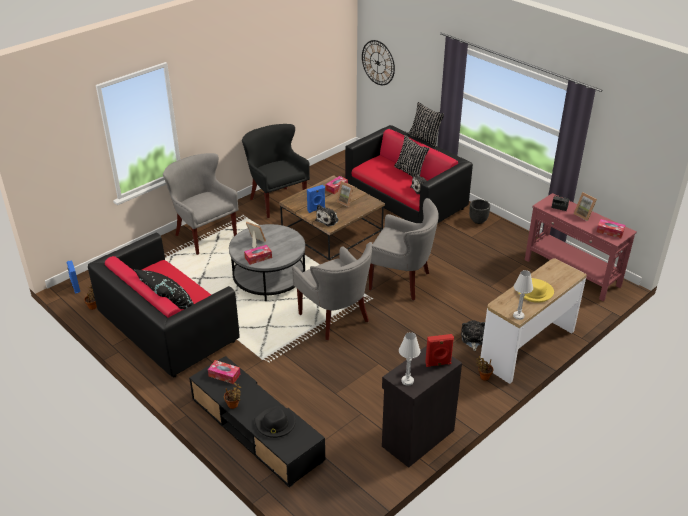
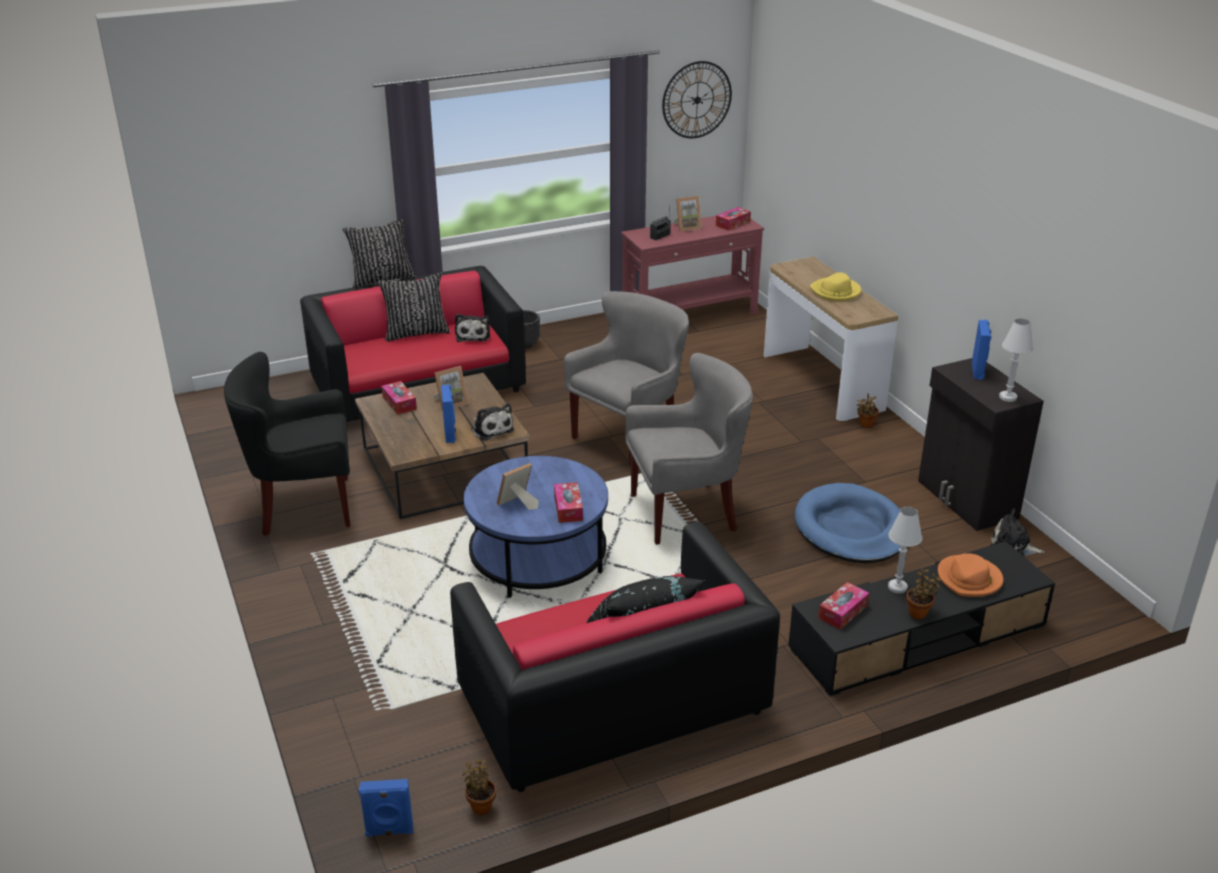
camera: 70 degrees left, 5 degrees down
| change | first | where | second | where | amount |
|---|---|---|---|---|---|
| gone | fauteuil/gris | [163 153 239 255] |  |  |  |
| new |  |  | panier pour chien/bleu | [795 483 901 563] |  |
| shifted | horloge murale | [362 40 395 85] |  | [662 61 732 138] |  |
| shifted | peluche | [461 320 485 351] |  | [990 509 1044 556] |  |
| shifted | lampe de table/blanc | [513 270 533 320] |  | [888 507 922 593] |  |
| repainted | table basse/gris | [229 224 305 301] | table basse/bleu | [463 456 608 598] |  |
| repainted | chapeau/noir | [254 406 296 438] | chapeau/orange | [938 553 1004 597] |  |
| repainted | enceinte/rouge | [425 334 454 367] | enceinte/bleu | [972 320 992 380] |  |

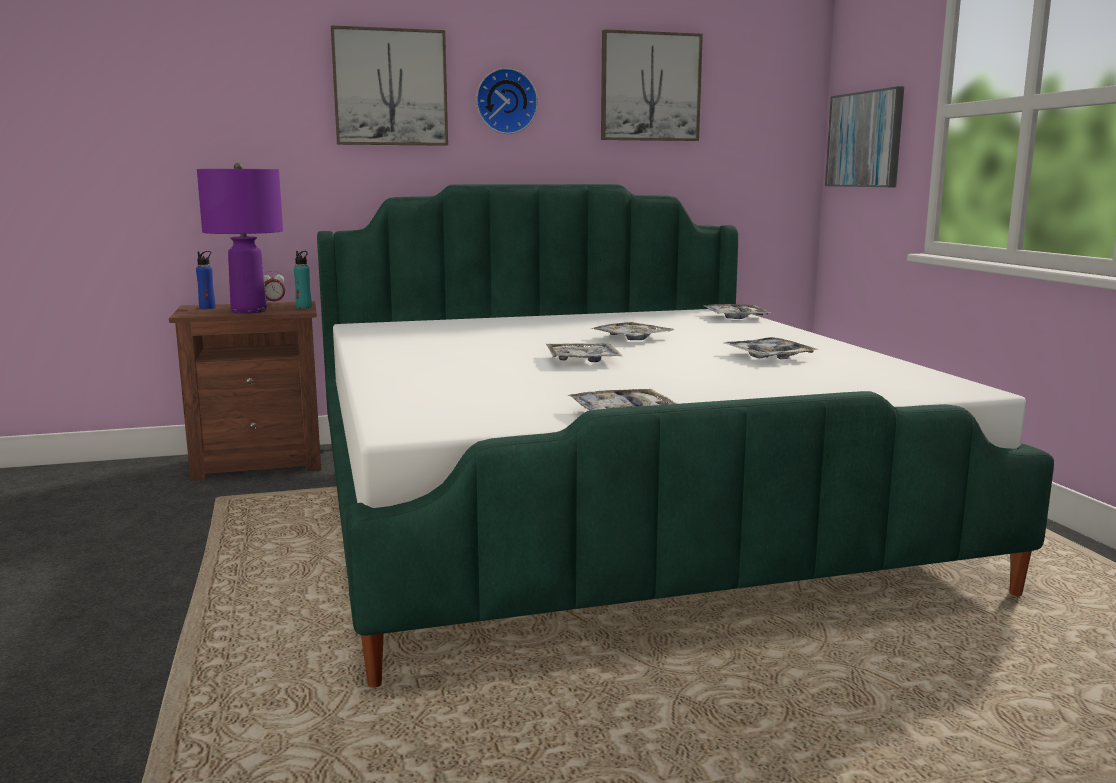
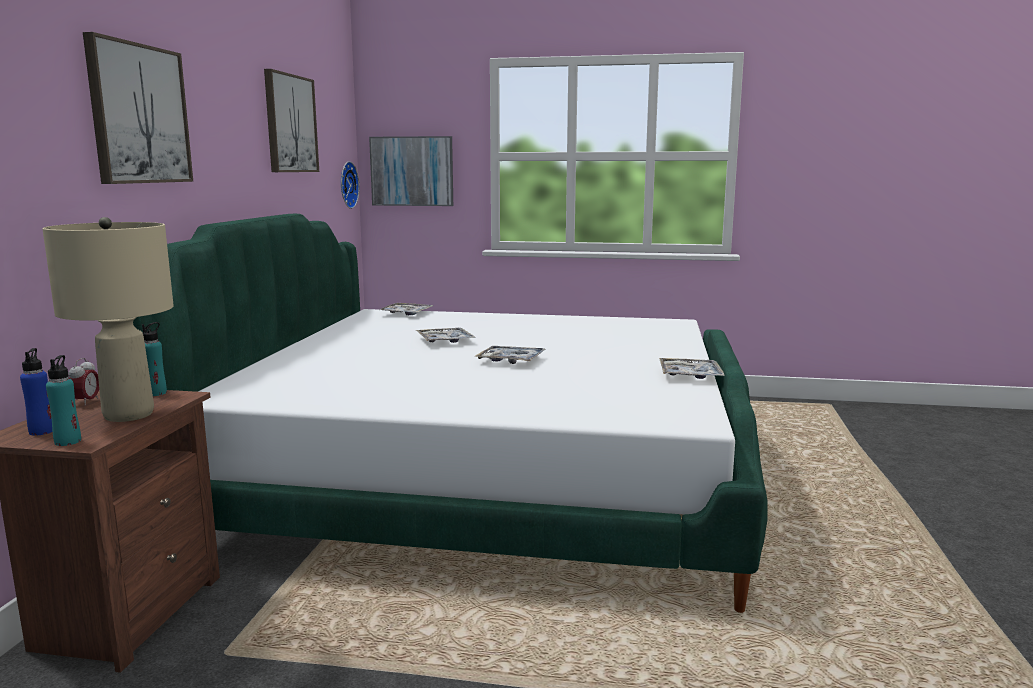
camera: 65 degrees left, 0 degrees up
| change | first | where | second | where | amount |
|---|---|---|---|---|---|
| gone | plateau | [724 337 819 360] |  |  |  |
| new |  |  | bouteille/turquoise | [46 355 81 446] |  |
| shifted | horloge murale | [476 68 538 134] |  | [341 161 359 209] |  |
| repainted | lampe de table/violet | [197 163 283 314] | lampe de table/beige | [42 217 174 422] |  |

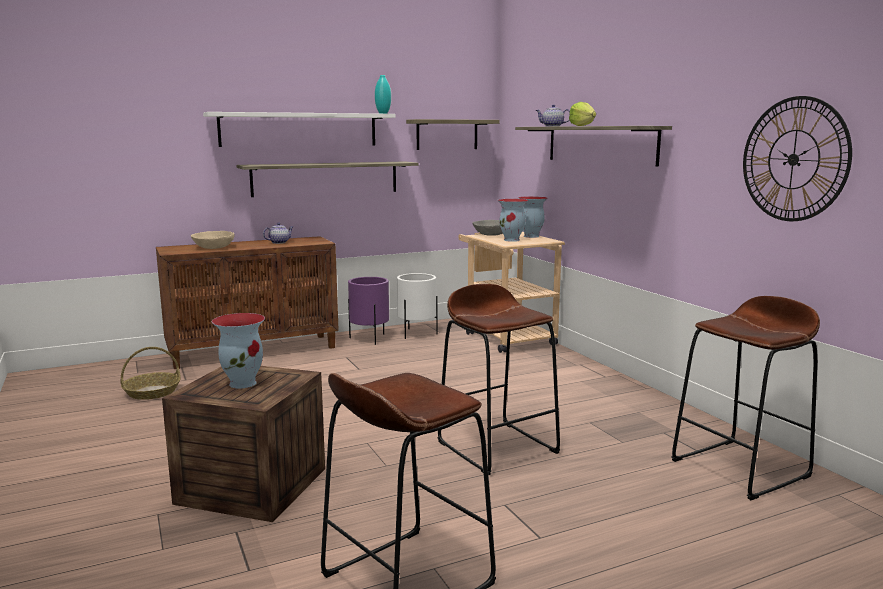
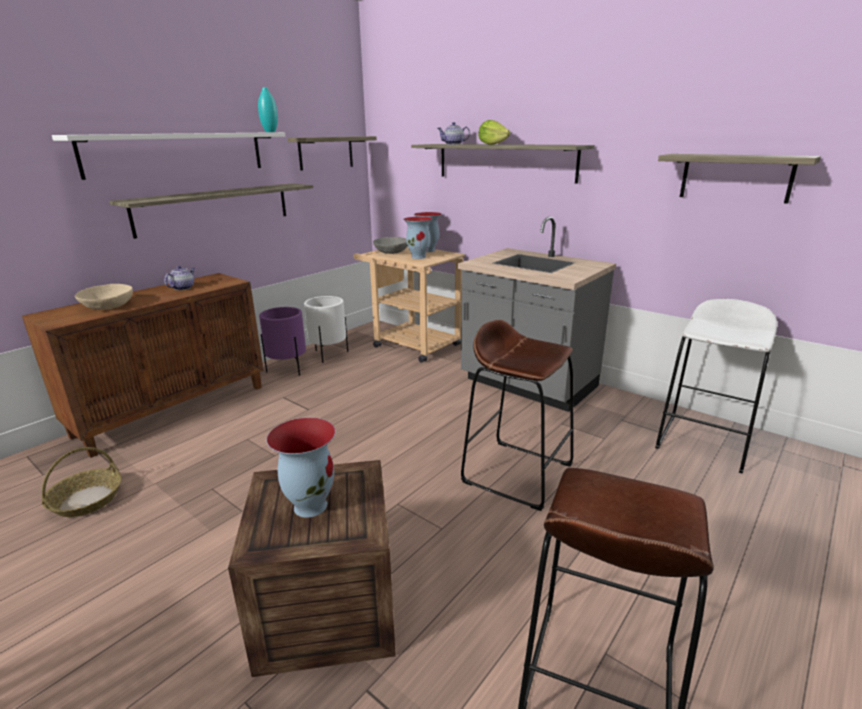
camera: 25 degrees left, 10 degrees up
| change | first | where | second | where | amount |
|---|---|---|---|---|---|
| new |  |  | comptoir de cuisine/gris | [458 216 616 412] |  |
| swapped | horloge murale | [743 96 852 221] | étagère | [658 154 821 204] |  |
| repainted | tabouret/marron | [671 296 820 500] | tabouret/blanc | [655 299 777 474] |  |

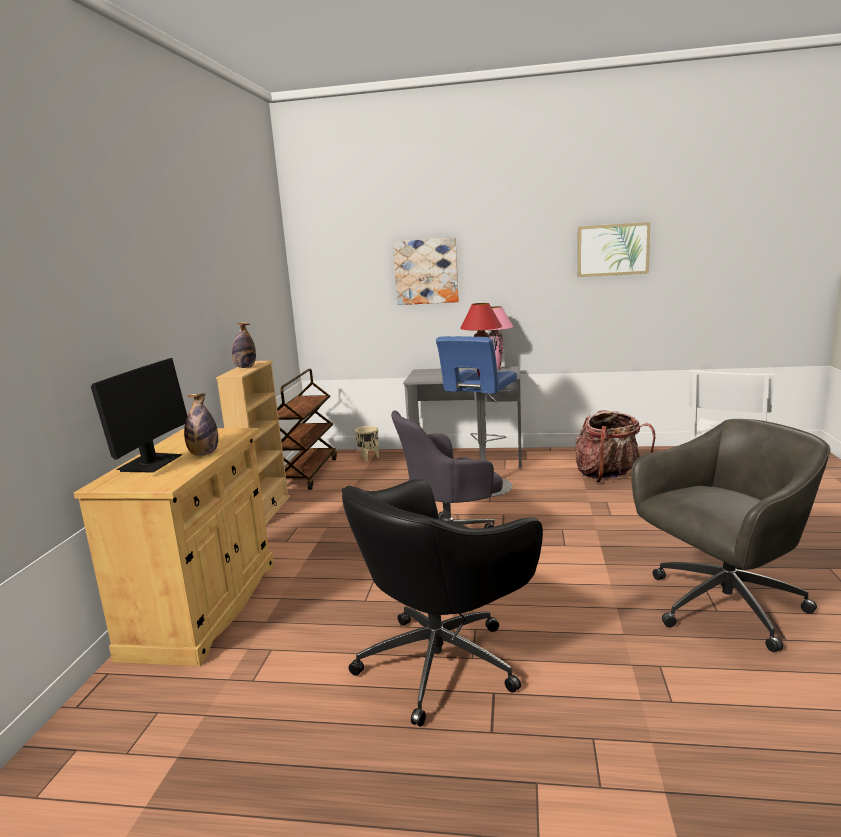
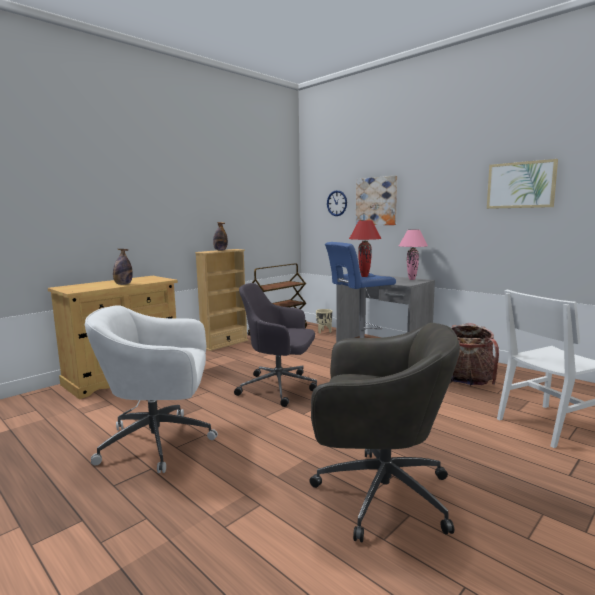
camera: 35 degrees right, 5 degrees down
| change | first | where | second | where | amount |
|---|---|---|---|---|---|
| gone | écran d'ordinateur | [91 358 187 472] |  |  |  |
| new |  |  | horloge murale | [327 190 347 216] |  |
| repainted | chaise de bureau/noir | [342 479 543 727] | chaise de bureau/blanc | [85 305 218 473] |  |

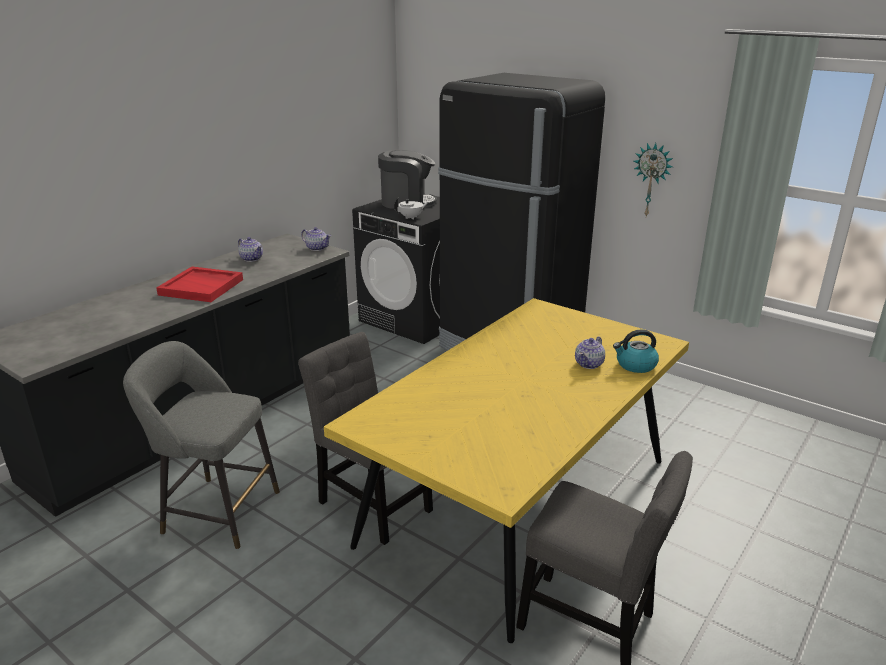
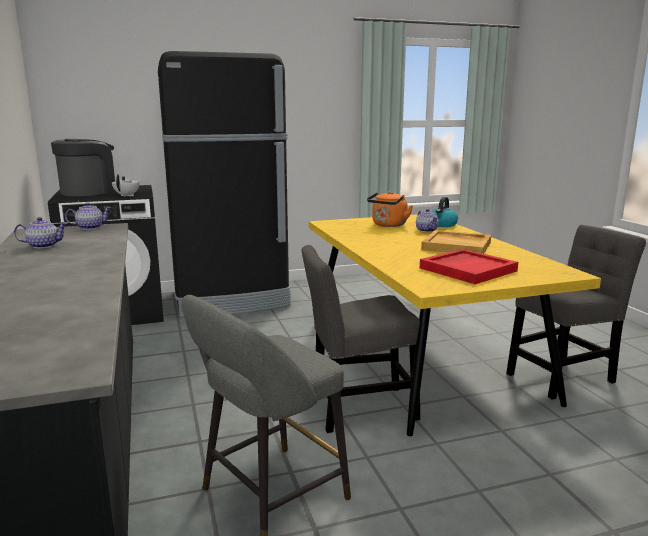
camera: 55 degrees left, 10 degrees down
| change | first | where | second | where | amount |
|---|---|---|---|---|---|
| gone | horloge murale | [634 143 673 216] |  |  |  |
| new |  |  | bouilloire/orange | [367 191 413 227] |  |
| new |  |  | plateau/beige | [421 230 491 254] |  |
| shifted | plateau/rouge | [156 267 243 302] |  | [420 249 518 284] |  |

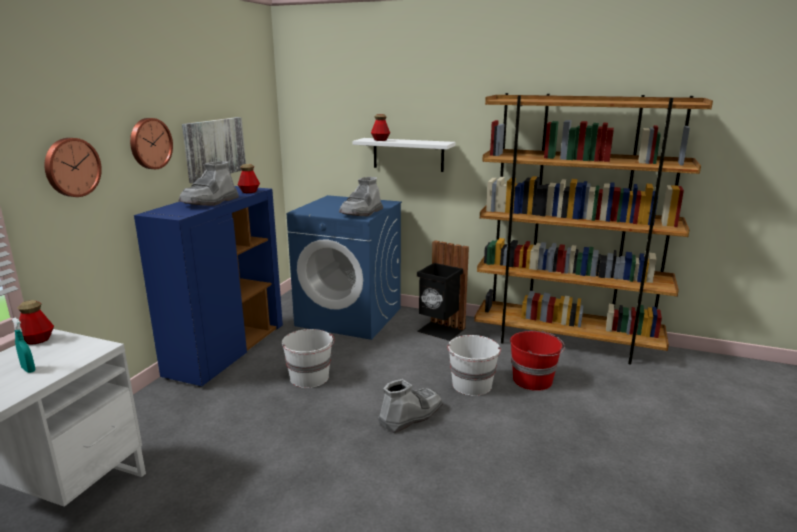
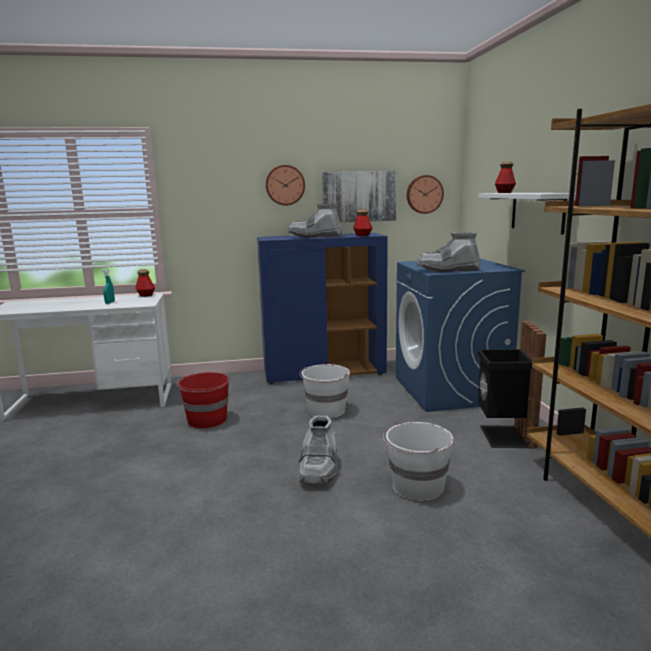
camera: 60 degrees right, 5 degrees down
| change | first | where | second | where | amount |
|---|---|---|---|---|---|
| shifted | horloge murale | [45 138 102 197] |  | [407 175 444 214] |  |
| shifted | seau/rouge | [510 331 565 391] |  | [177 372 230 428] |  |
| rotated | botte/gris | [378 379 443 433] |  | [298 416 337 484] | 75 degrees clockwise |

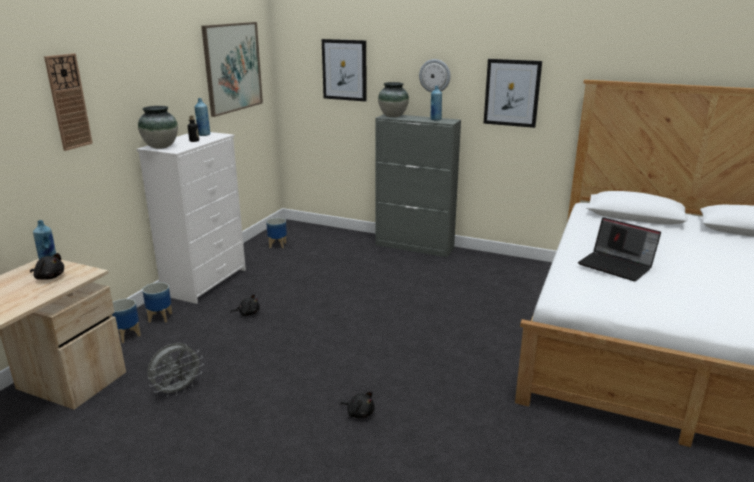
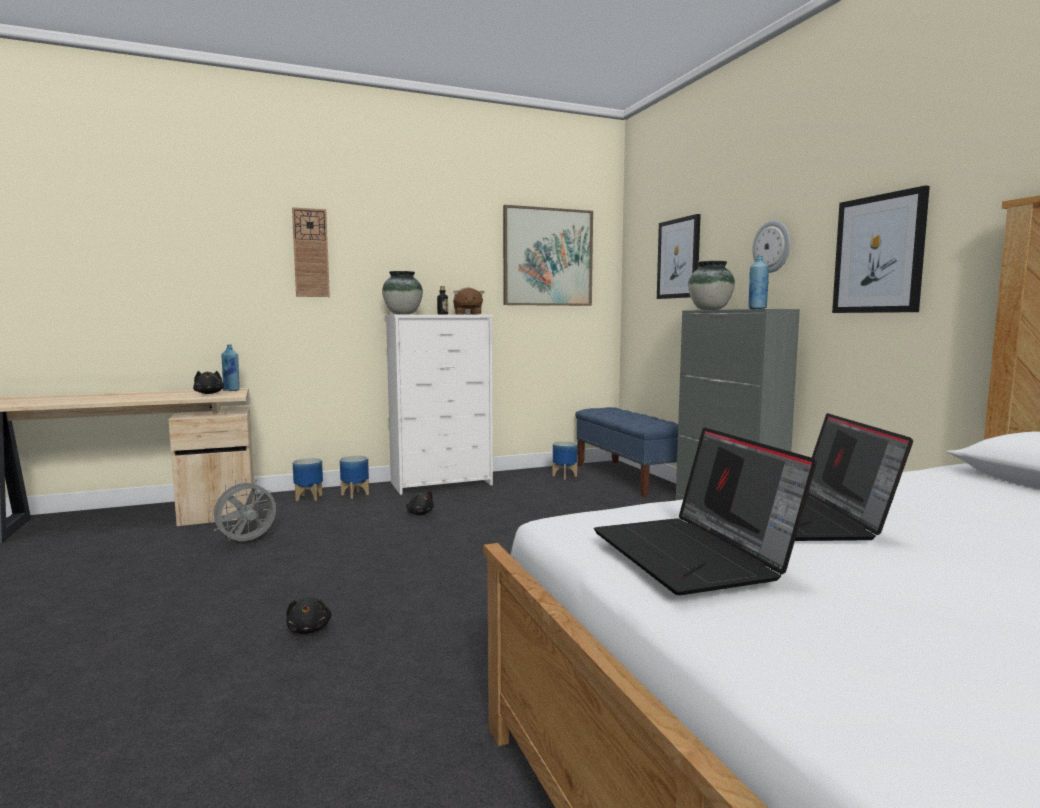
camera: 45 degrees right, 15 degrees down
| change | first | where | second | where | amount |
|---|---|---|---|---|---|
| new |  |  | banc/bleu | [575 407 678 497] |  |
| new |  |  | ordinateur portable | [594 427 817 595] |  |
| swapped | bouteille/bleu | [195 98 211 136] | peluche/marron | [453 287 485 315] |  |
| rotated | ventilateur/gris | [147 343 204 397] |  | [209 479 276 542] | 135 degrees clockwise |

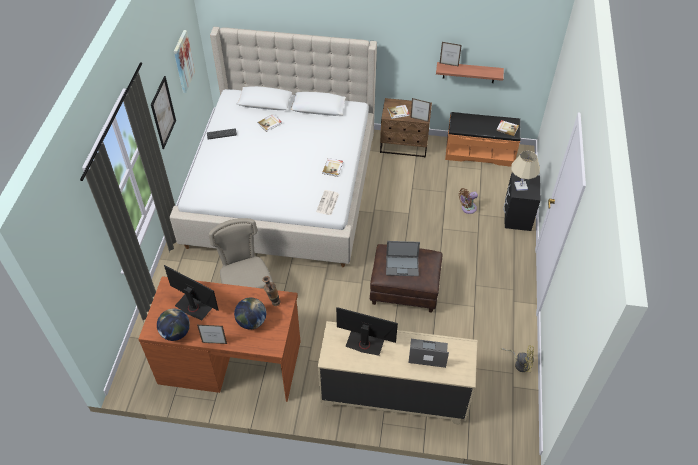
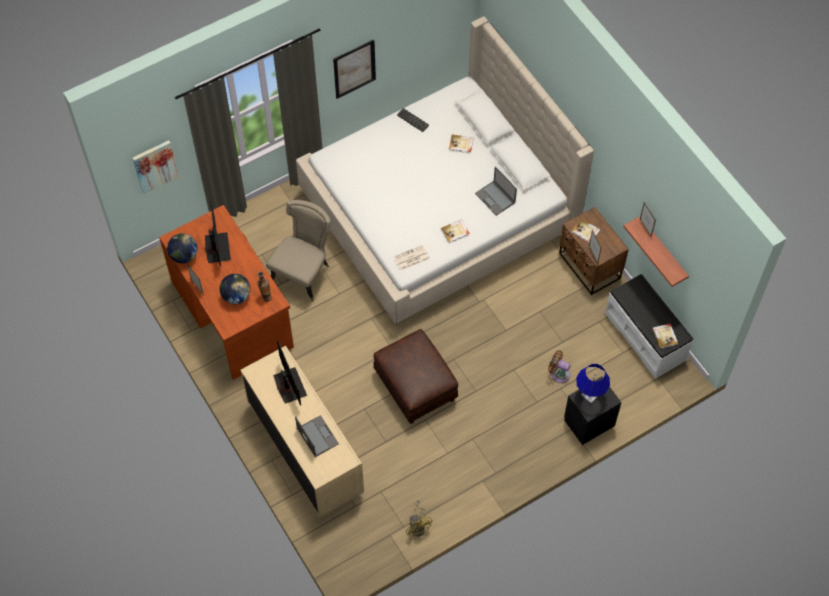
camera: 50 degrees right, 10 degrees up
| change | first | where | second | where | amount |
|---|---|---|---|---|---|
| shifted | tableau | [174 30 195 93] |  | [133 140 179 194] |  |
| shifted | ordinateur portable | [386 241 420 276] |  | [475 166 517 216] |  |
| repainted | banc/orange | [445 112 521 167] | banc/blanc | [605 274 693 379] |  |
| repainted | lampe de table/beige | [511 150 540 191] | lampe de table/bleu | [576 364 610 404] |  |

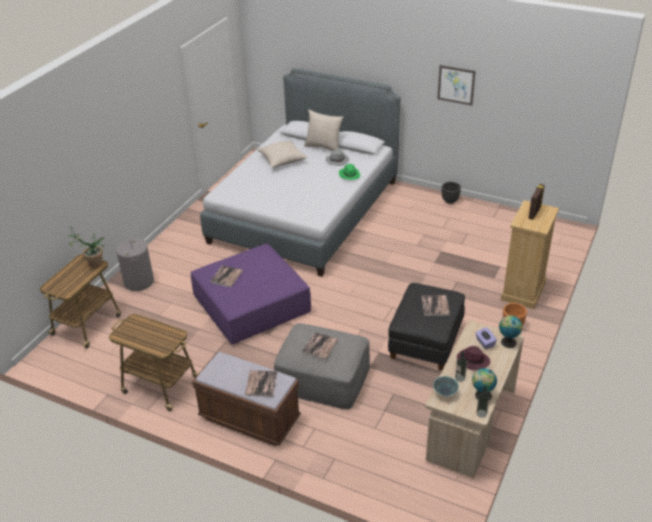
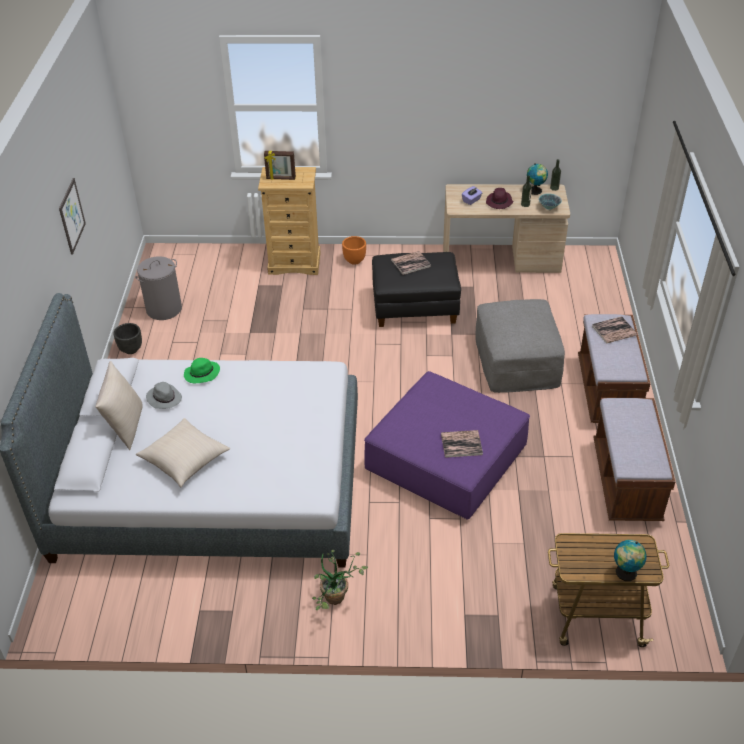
camera: 115 degrees left, 5 degrees up
| change | first | where | second | where | amount |
|---|---|---|---|---|---|
| gone | livre | [302 332 338 360] |  |  |  |
| shifted | plante en pot | [67 227 106 268] |  | [312 550 368 610] |  |
| shifted | panier à linge/gris | [116 238 154 291] |  | [135 256 182 320] |  |
| shifted | globe | [499 316 522 348] |  | [614 540 647 581] |  |
| swapped | chariot | [109 314 198 412] | banc/marron | [594 398 675 521] |  |

